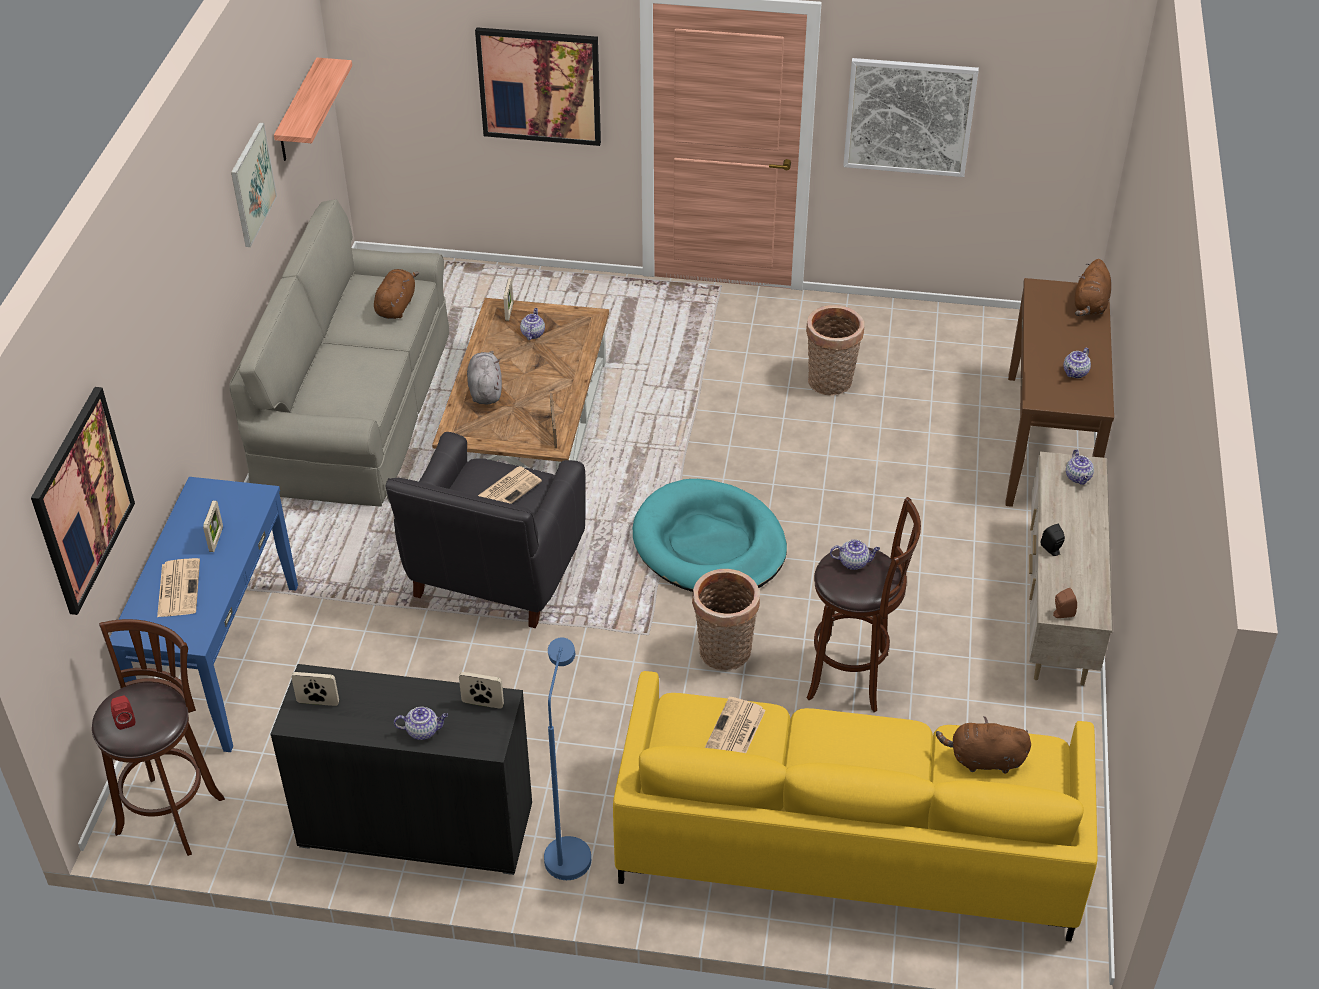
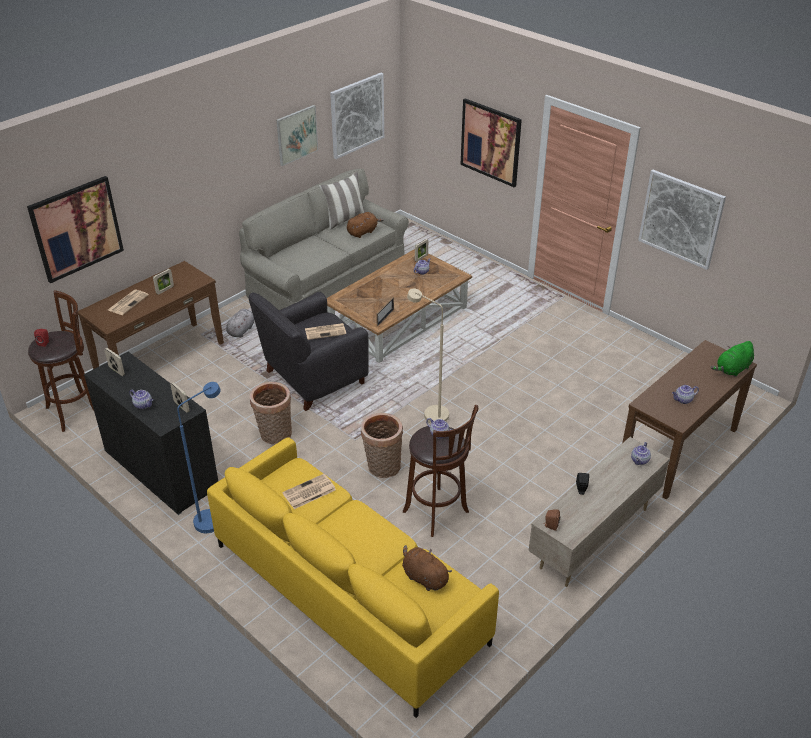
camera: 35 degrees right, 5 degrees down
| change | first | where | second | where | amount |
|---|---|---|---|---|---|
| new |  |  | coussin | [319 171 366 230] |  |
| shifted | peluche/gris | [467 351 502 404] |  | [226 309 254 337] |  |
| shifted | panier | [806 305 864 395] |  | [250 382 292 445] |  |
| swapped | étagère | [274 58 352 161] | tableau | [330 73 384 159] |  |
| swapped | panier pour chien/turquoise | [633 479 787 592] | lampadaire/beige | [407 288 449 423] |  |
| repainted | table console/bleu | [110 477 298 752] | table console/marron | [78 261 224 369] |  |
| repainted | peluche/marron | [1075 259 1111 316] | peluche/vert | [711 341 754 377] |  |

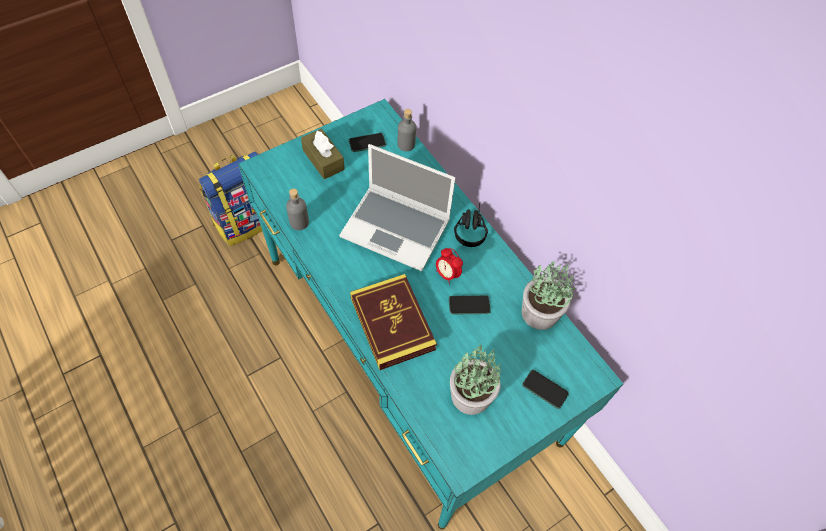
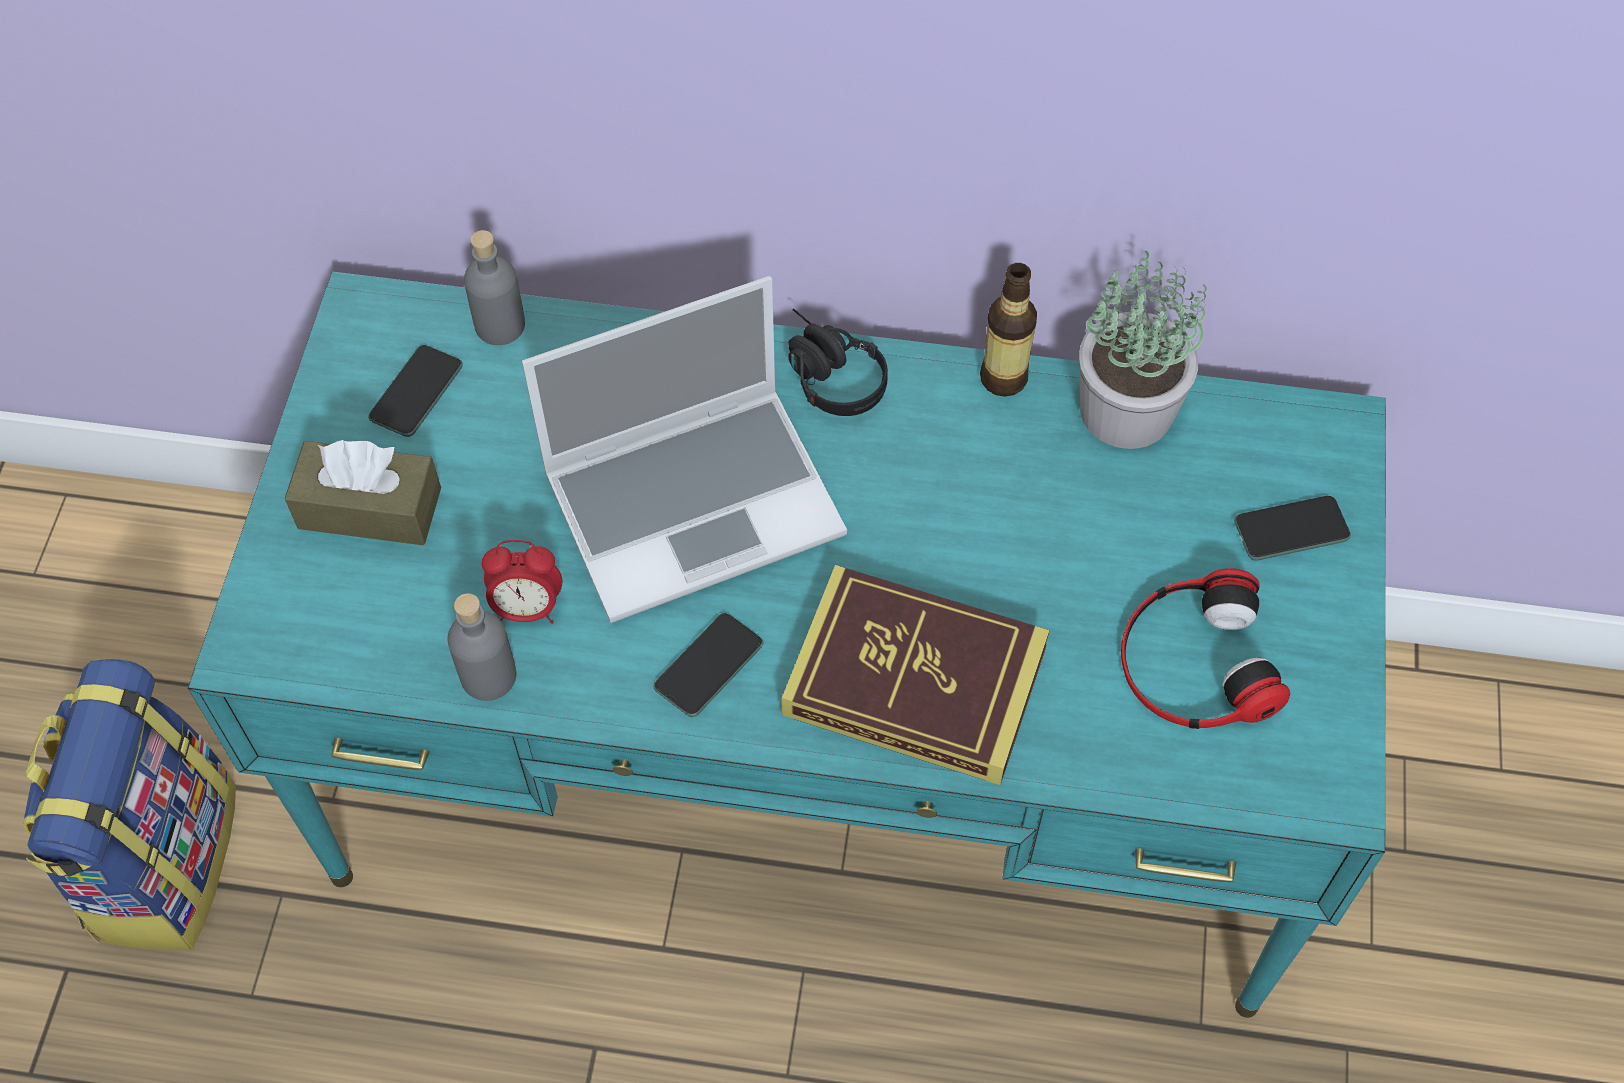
camera: 45 degrees left, 0 degrees up
| change | first | where | second | where | amount |
|---|---|---|---|---|---|
| new |  |  | bouteille | [980 263 1037 397] |  |
| shifted | réveil | [436 248 463 284] |  | [482 540 562 624] |  |
| shifted | téléphone | [449 295 491 315] |  | [653 613 763 717] |  |
| swapped | plante en pot | [450 344 501 415] | casque audio | [1121 568 1290 729] |  |

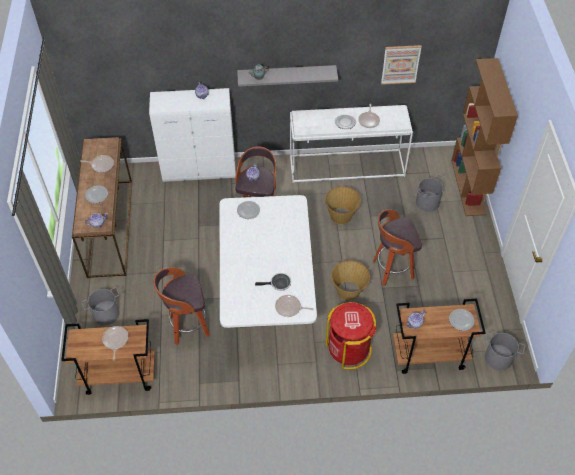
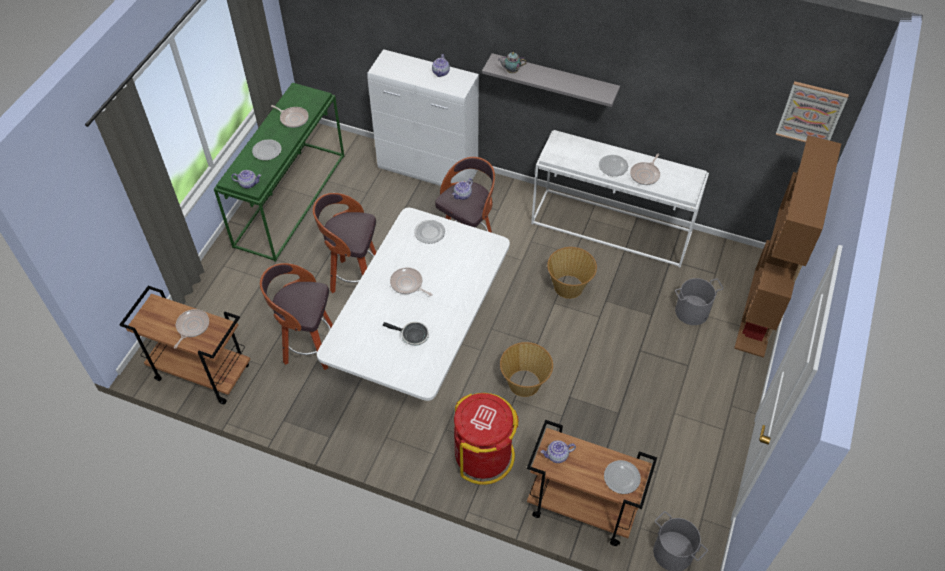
camera: 25 degrees right, 0 degrees up
| change | first | where | second | where | amount |
|---|---|---|---|---|---|
| gone | seau/gris | [81 287 120 325] |  |  |  |
| shifted | poêle | [275 295 313 317] |  | [390 267 433 296] |  |
| shifted | tabouret | [373 210 422 286] |  | [313 193 376 293] |  |
| shifted | tableau | [381 45 422 85] |  | [776 81 849 143] |  |
| repainted | table console/marron | [72 137 132 278] | table console/vert | [214 83 344 262] |  |

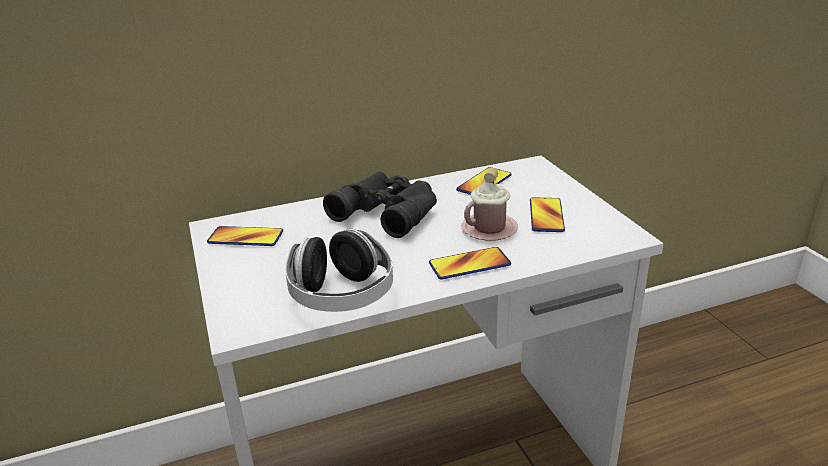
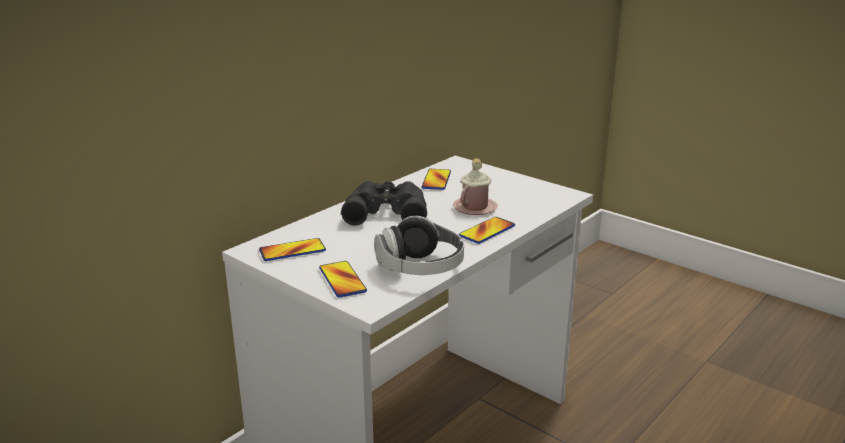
camera: 30 degrees left, 5 degrees down
| change | first | where | second | where | amount |
|---|---|---|---|---|---|
| shifted | téléphone | [530 197 565 232] |  | [319 261 367 298] |  |

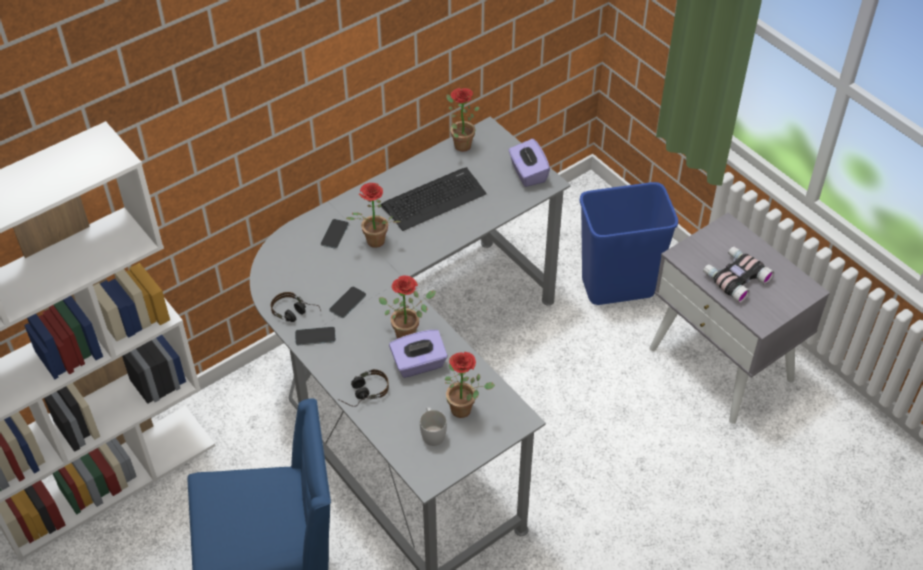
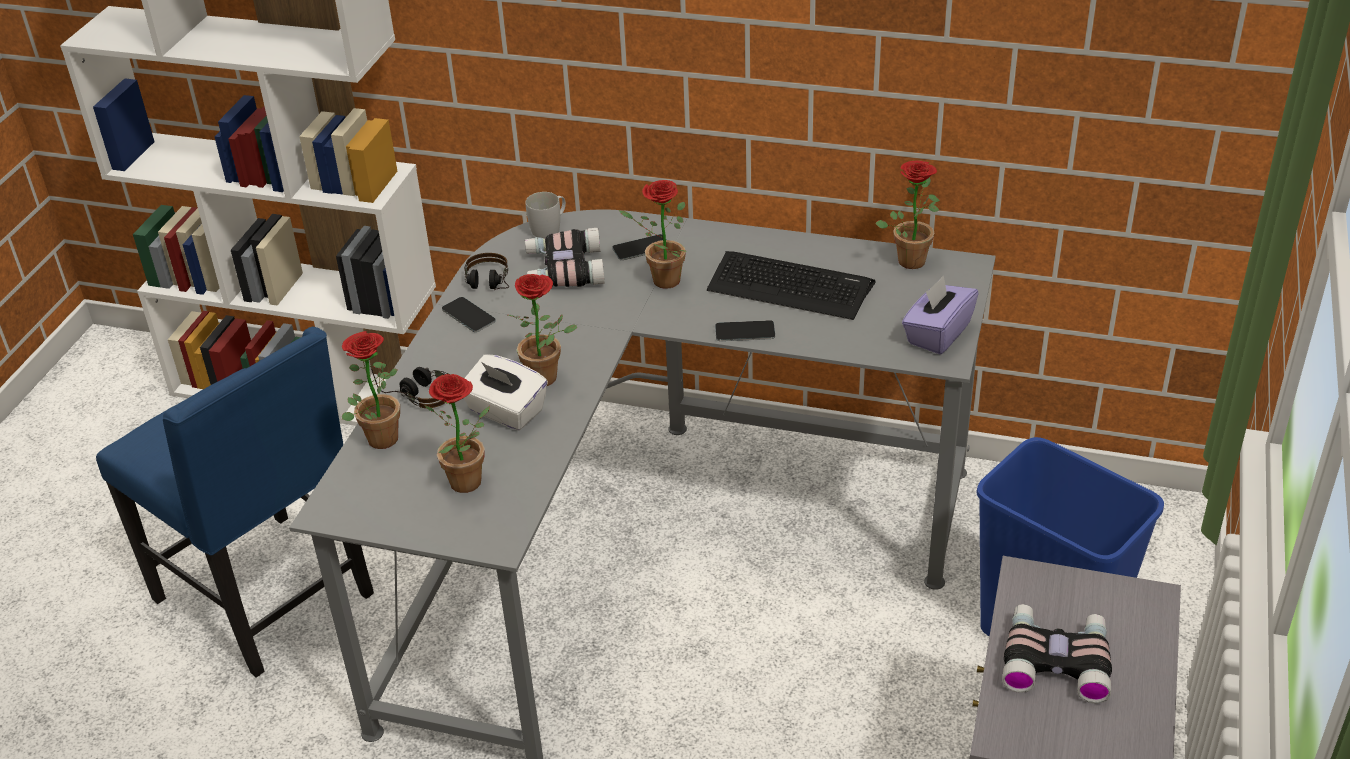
camera: 55 degrees right, 10 degrees down
| change | first | where | second | where | amount |
|---|---|---|---|---|---|
| new |  |  | plante en pot | [342 331 400 449] |  |
| new |  |  | jumelles | [525 228 605 287] |  |
| shifted | téléphone | [329 287 366 318] |  | [715 320 775 341] |  |
| shifted | mug/blanc | [420 407 447 446] |  | [526 192 566 238] |  |
| repainted | boîte à mouchoirs/violet | [389 330 448 378] | boîte à mouchoirs/blanc | [464 354 548 430] |  |

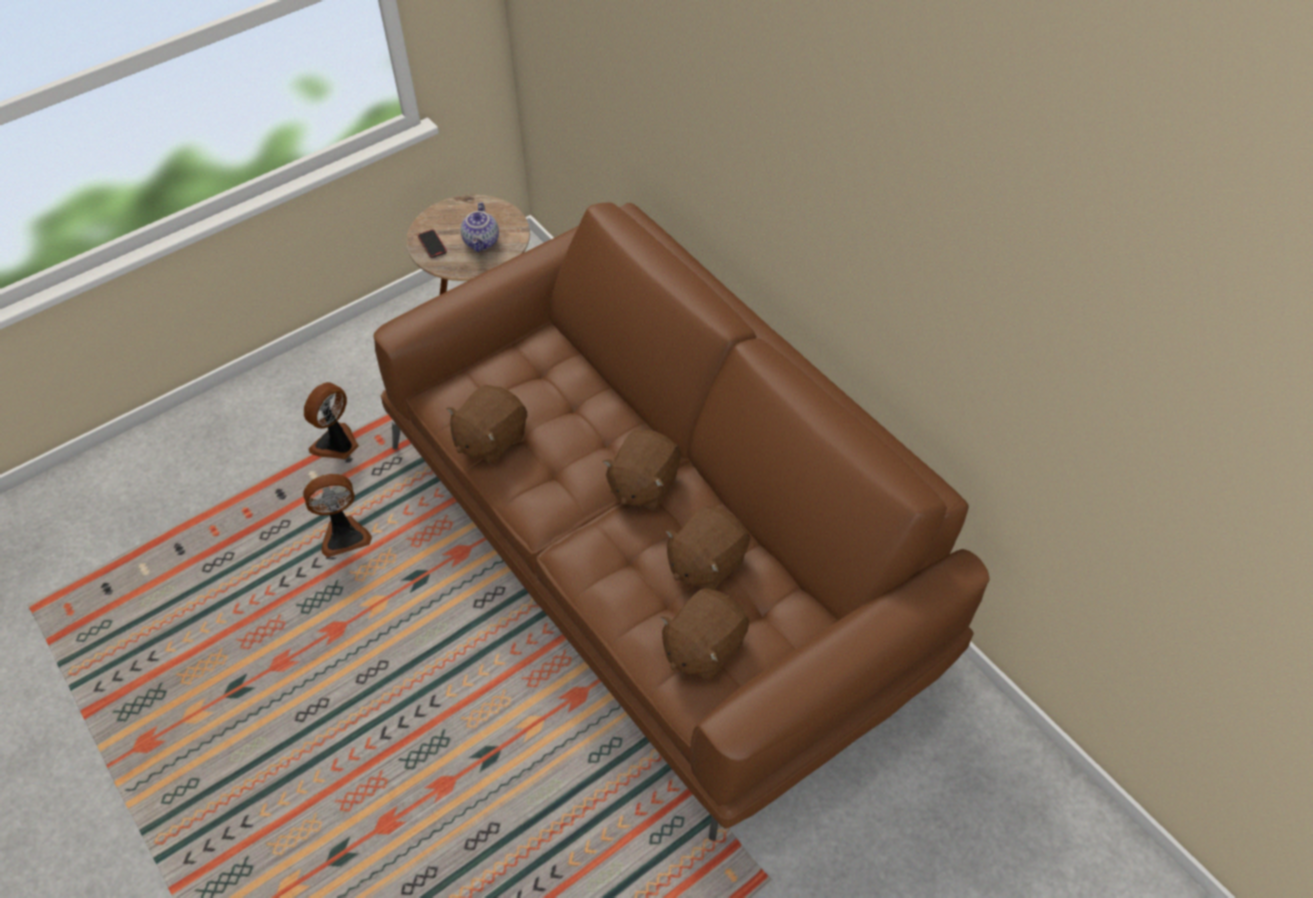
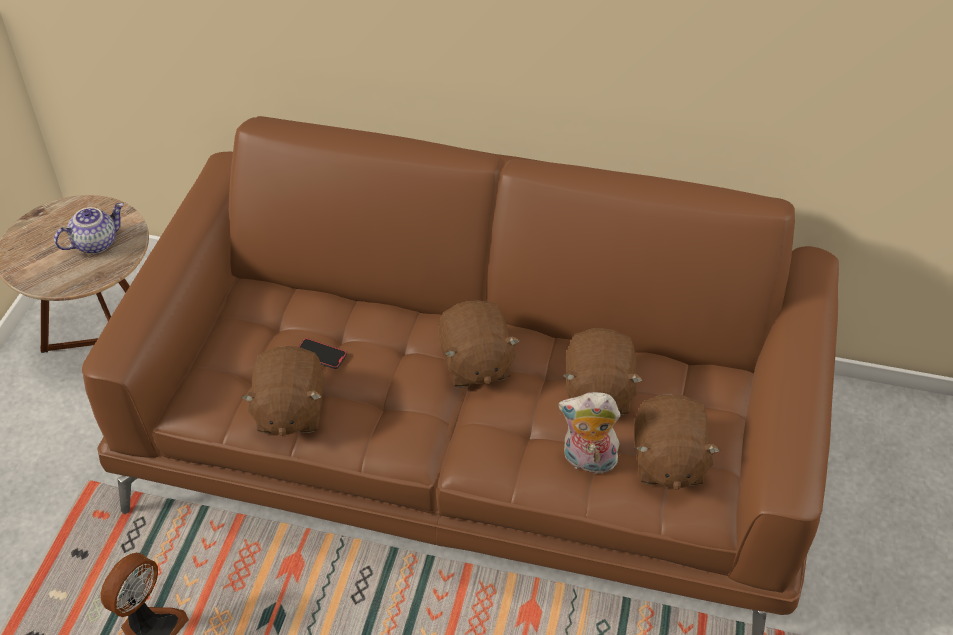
camera: 40 degrees left, 5 degrees down
| change | first | where | second | where | amount |
|---|---|---|---|---|---|
| gone | ventilateur | [304 382 359 459] |  |  |  |
| new |  |  | peluche | [558 392 621 474] |  |
| shifted | téléphone | [418 229 447 258] |  | [298 338 347 369] |  |
| rotated | théière | [461 202 499 252] |  | [54 203 124 254] | 90 degrees counterclockwise |

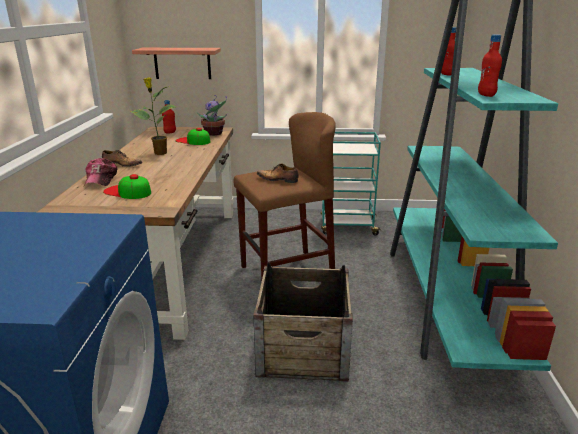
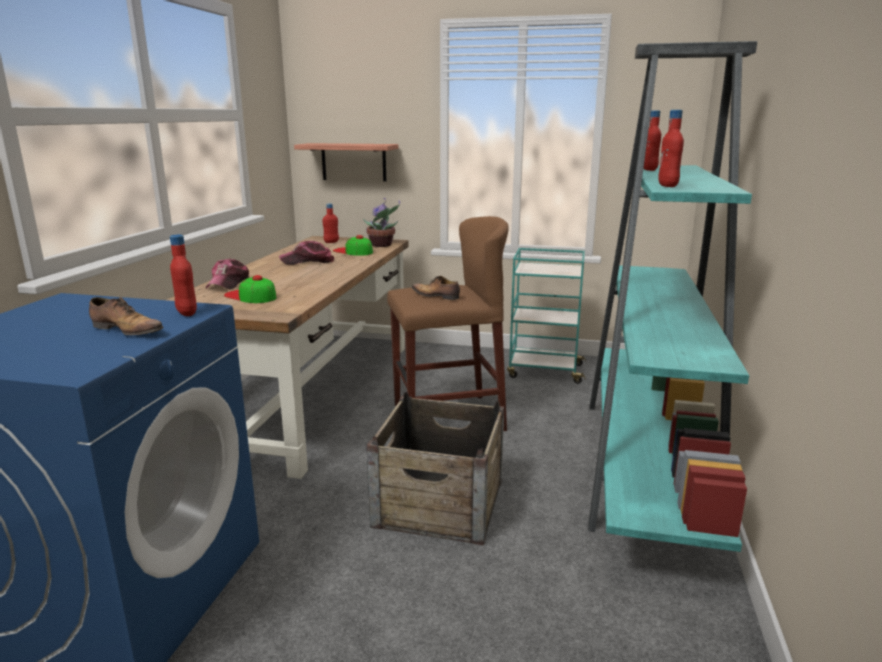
camera: 10 degrees right, 5 degrees down
| change | first | where | second | where | amount |
|---|---|---|---|---|---|
| new |  |  | bouteille/rouge | [170 235 197 316] |  |
| shifted | chaussure | [102 150 142 167] |  | [89 297 164 336] |  |
| swapped | plante en pot | [130 77 176 155] | casquette | [279 241 334 265] |  |

